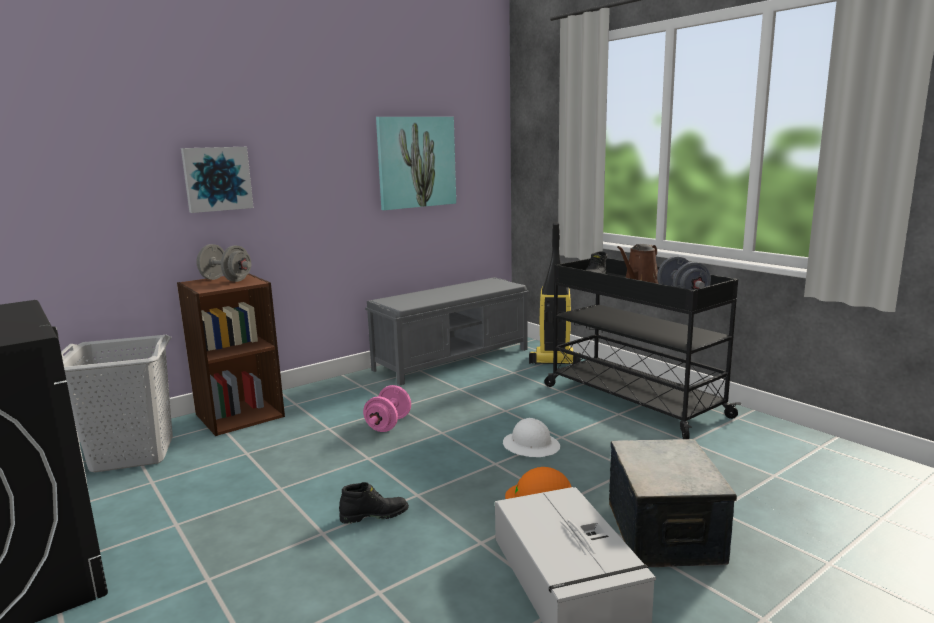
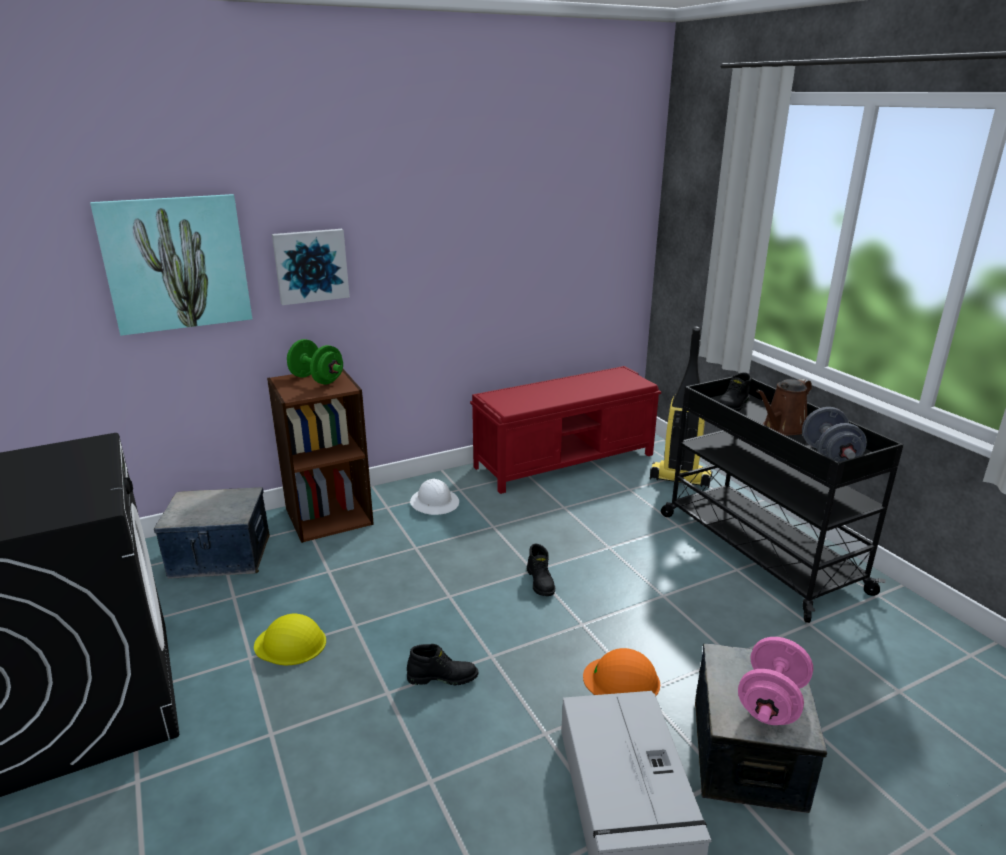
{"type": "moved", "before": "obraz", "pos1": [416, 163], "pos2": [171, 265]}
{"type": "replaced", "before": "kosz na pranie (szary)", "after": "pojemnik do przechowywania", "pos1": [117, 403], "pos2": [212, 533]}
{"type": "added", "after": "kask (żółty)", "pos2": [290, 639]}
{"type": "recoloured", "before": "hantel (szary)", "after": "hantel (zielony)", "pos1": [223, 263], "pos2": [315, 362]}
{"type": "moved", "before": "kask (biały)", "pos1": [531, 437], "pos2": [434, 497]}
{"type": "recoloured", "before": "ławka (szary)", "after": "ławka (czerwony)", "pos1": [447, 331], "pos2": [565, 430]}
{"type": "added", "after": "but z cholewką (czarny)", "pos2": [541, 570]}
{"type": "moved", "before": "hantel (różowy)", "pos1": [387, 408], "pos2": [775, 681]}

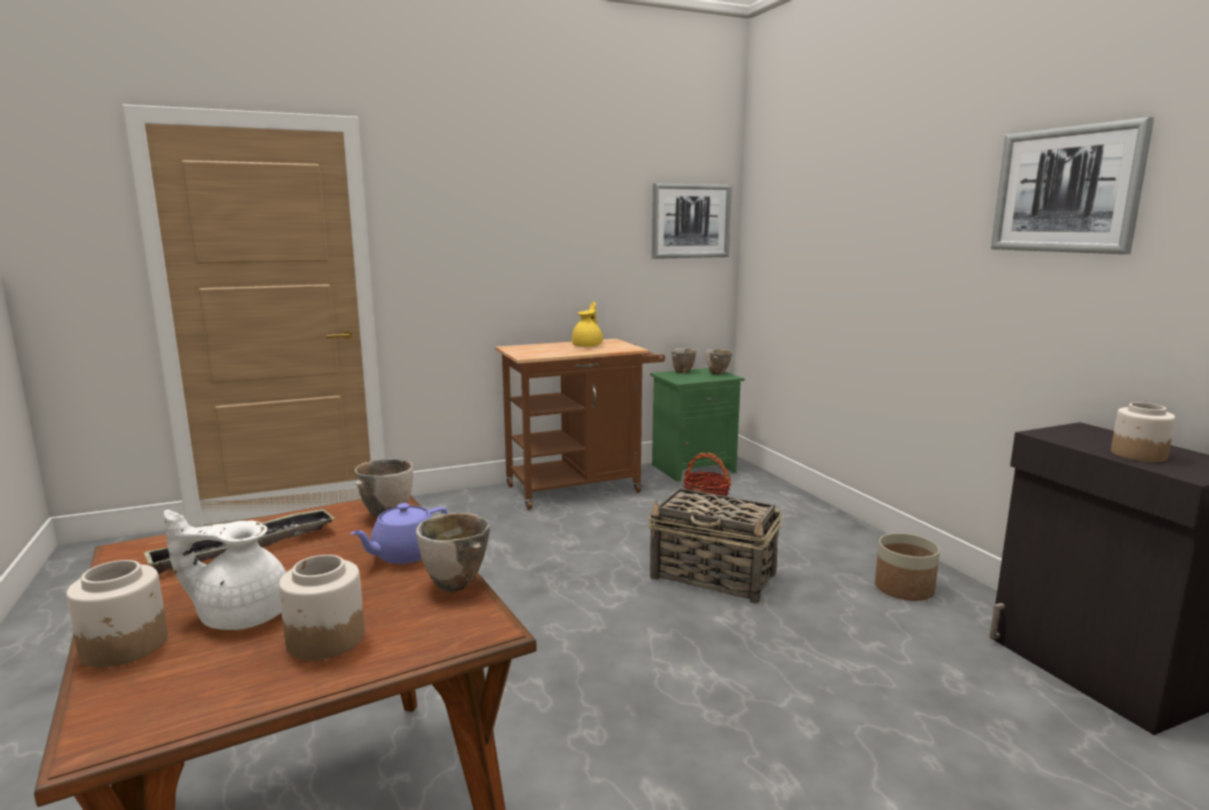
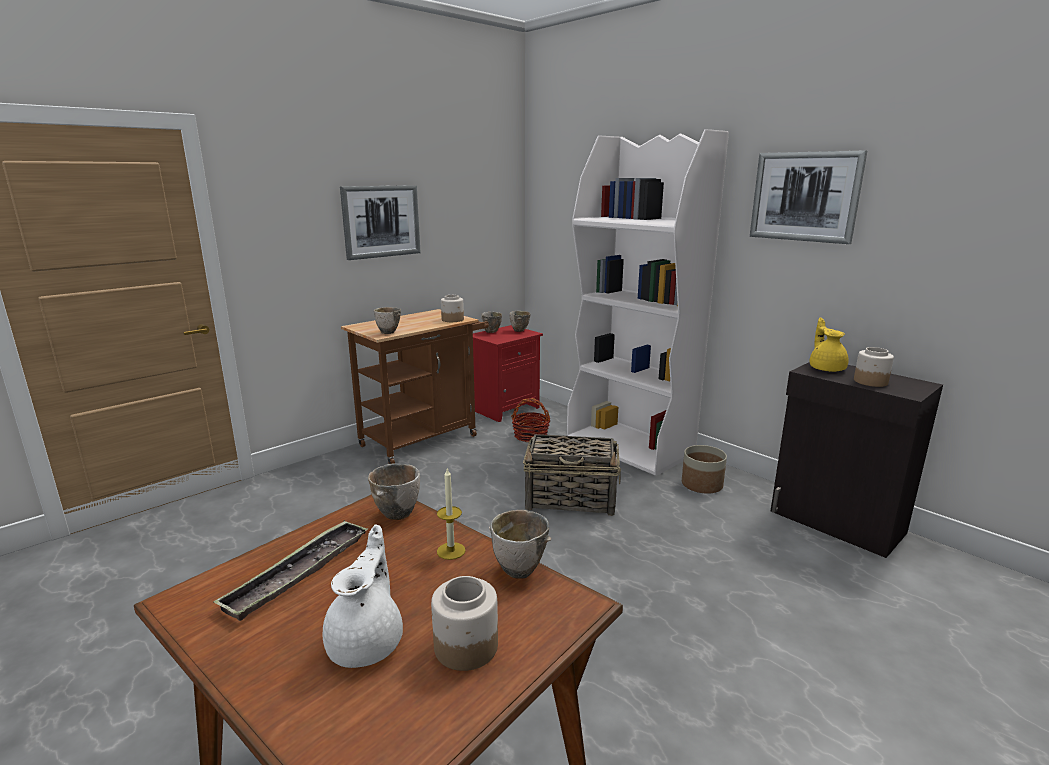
{"type": "turned", "before": "imbryk (biały)", "pos1": [225, 570], "pos2": [363, 596], "turn": 120}
{"type": "moved", "before": "obraz", "pos1": [692, 221], "pos2": [380, 222]}
{"type": "added", "after": "miska", "pos2": [387, 320]}
{"type": "replaced", "before": "imbryk (fioletowy)", "after": "świeca", "pos1": [398, 533], "pos2": [451, 513]}
{"type": "moved", "before": "słoik", "pos1": [117, 614], "pos2": [452, 308]}
{"type": "recoloured", "before": "szafka nocna (zielony)", "after": "szafka nocna (czerwony)", "pos1": [697, 425], "pos2": [508, 373]}
{"type": "added", "after": "regał (biały)", "pos2": [648, 302]}
{"type": "moved", "before": "imbryk (żółty)", "pos1": [587, 324], "pos2": [829, 345]}

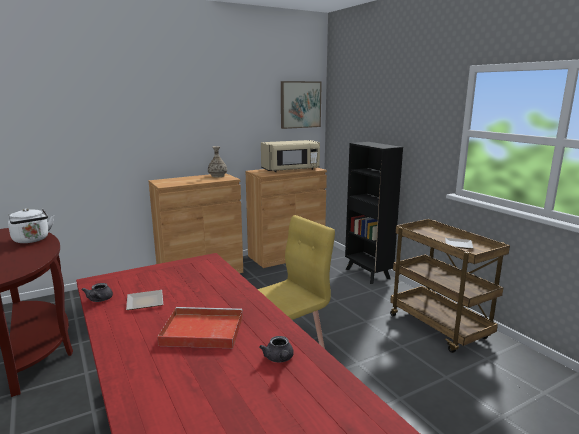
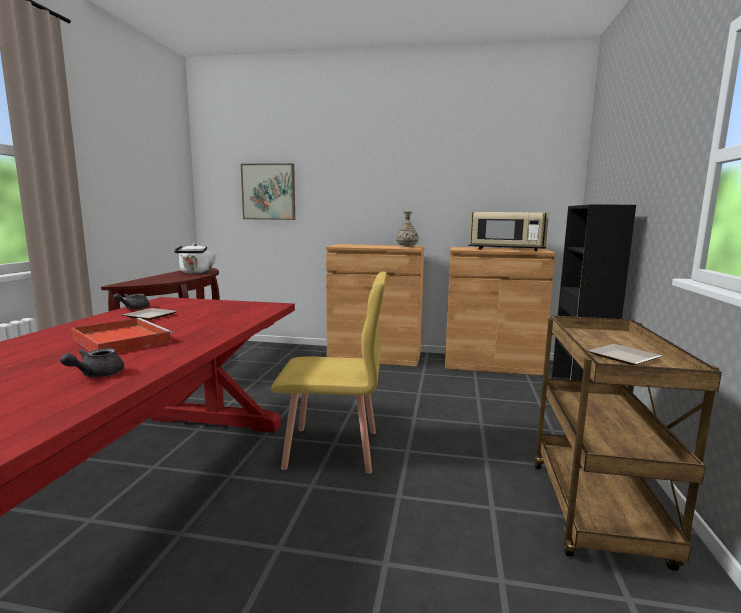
{"type": "moved", "before": "obraz", "pos1": [301, 105], "pos2": [268, 191]}

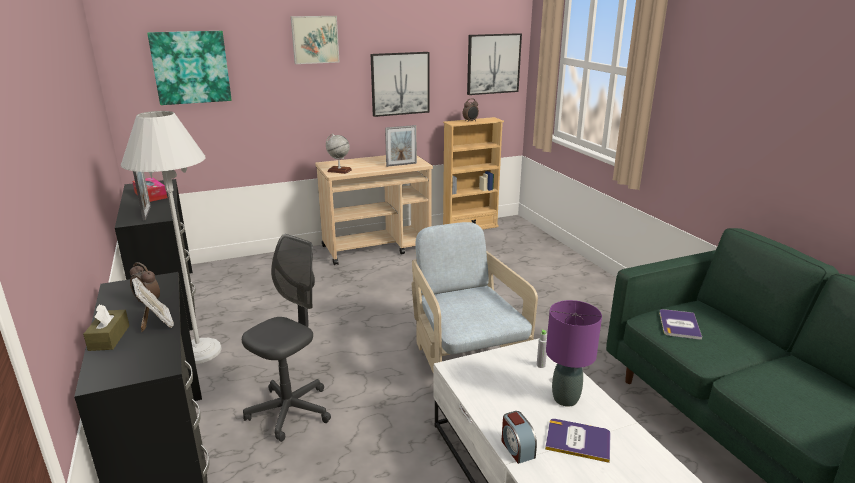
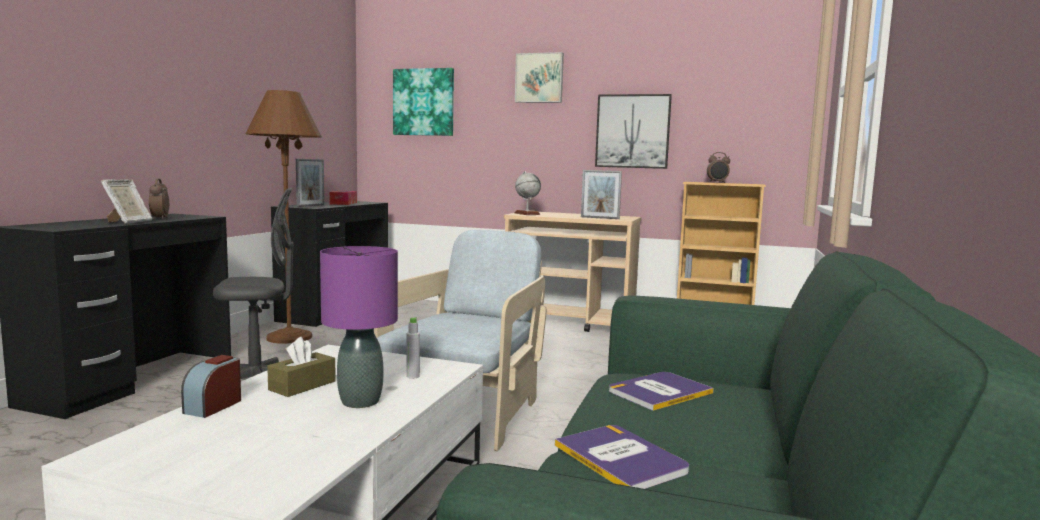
{"type": "recoloured", "before": "lampa stojąca (biały)", "after": "lampa stojąca (brązowy)", "pos1": [171, 237], "pos2": [284, 217]}
{"type": "moved", "before": "pudełko chusteczek (brązowy)", "pos1": [106, 327], "pos2": [301, 367]}
{"type": "moved", "before": "książka", "pos1": [578, 441], "pos2": [622, 457]}
{"type": "removed", "before": "obraz", "pos1": [494, 64]}

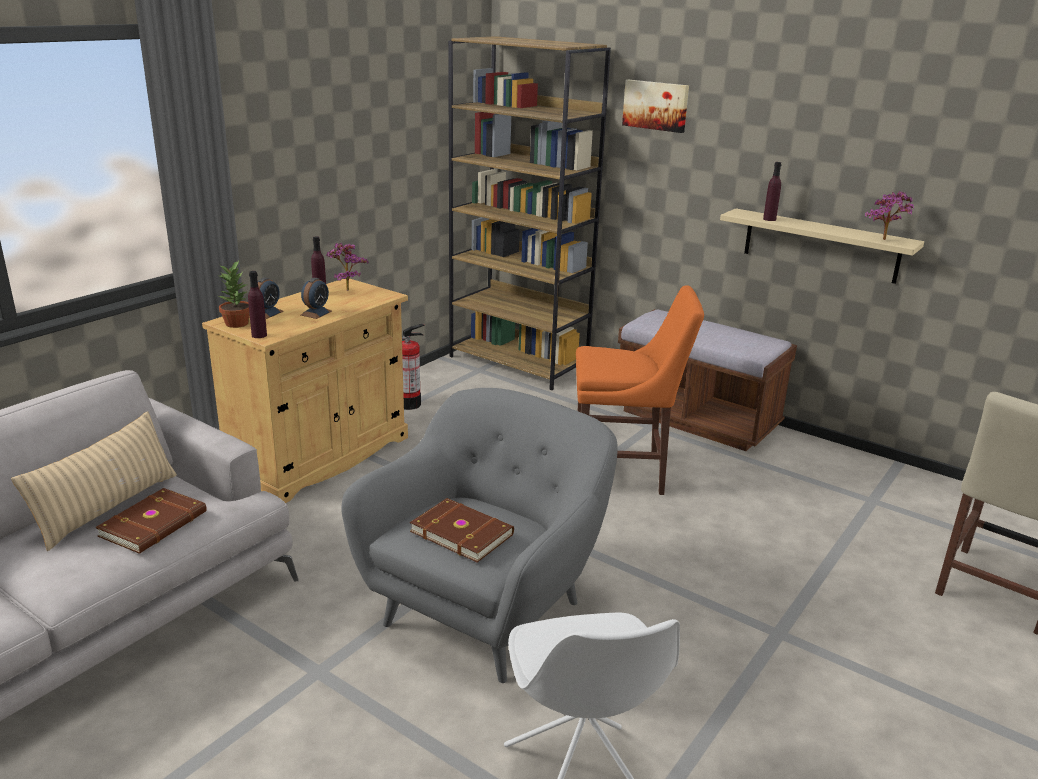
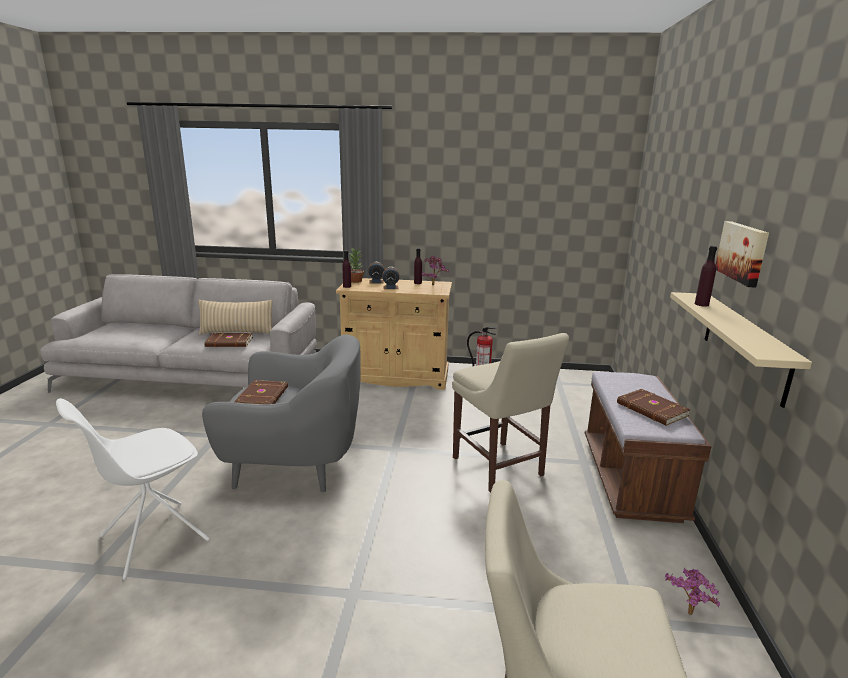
{"type": "recoloured", "before": "krzesło (pomarańczowy)", "after": "krzesło (beżowy)", "pos1": [640, 390], "pos2": [510, 413]}
{"type": "added", "after": "książka (brązowy)", "pos2": [654, 407]}
{"type": "moved", "before": "roślina doniczkowa", "pos1": [889, 215], "pos2": [692, 591]}
{"type": "moved", "before": "obraz", "pos1": [655, 106], "pos2": [742, 254]}
{"type": "removed", "before": "regał (brązowy)", "pos1": [529, 213]}

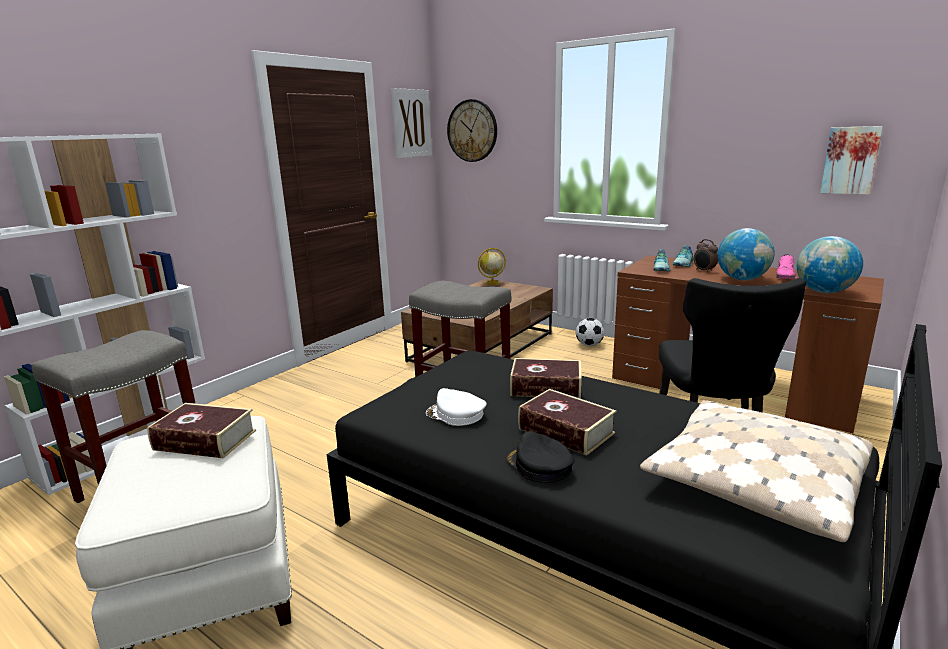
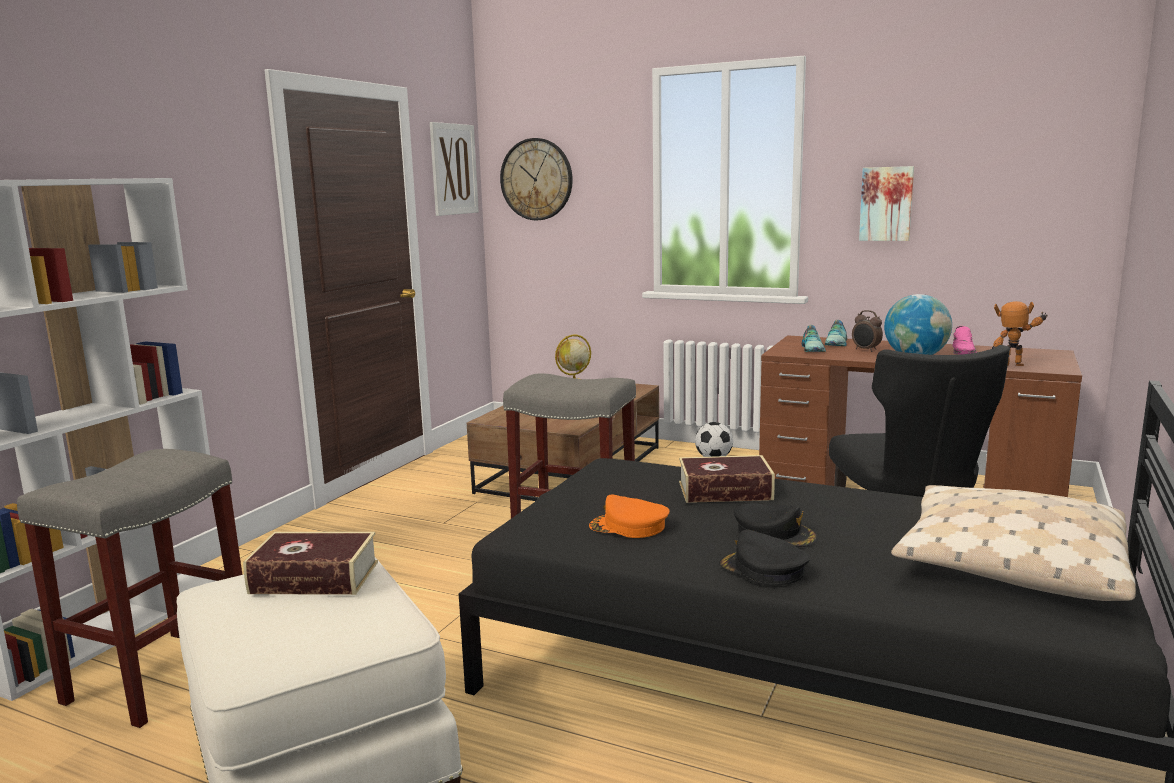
{"type": "recoloured", "before": "czapka z daszkiem (biały)", "after": "czapka z daszkiem (pomarańczowy)", "pos1": [456, 407], "pos2": [629, 516]}
{"type": "replaced", "before": "książka", "after": "czapka z daszkiem (czarny)", "pos1": [567, 422], "pos2": [776, 525]}
{"type": "moved", "before": "obraz", "pos1": [851, 160], "pos2": [886, 203]}
{"type": "replaced", "before": "globus", "after": "robot zabawkowy", "pos1": [830, 264], "pos2": [1020, 333]}

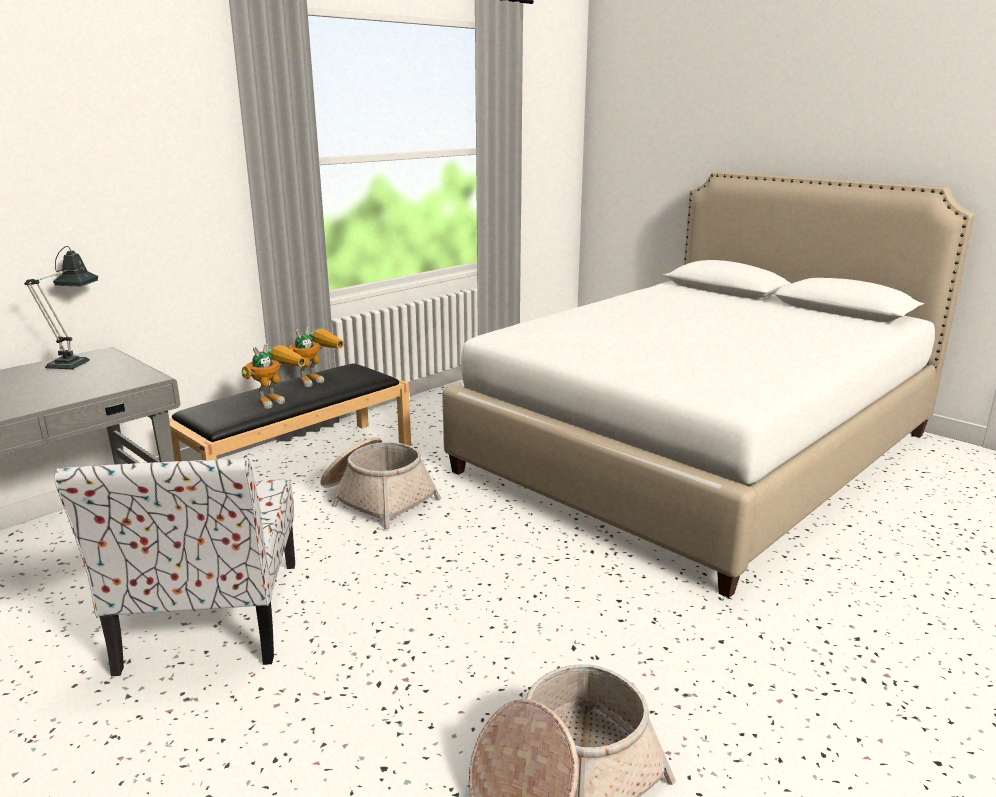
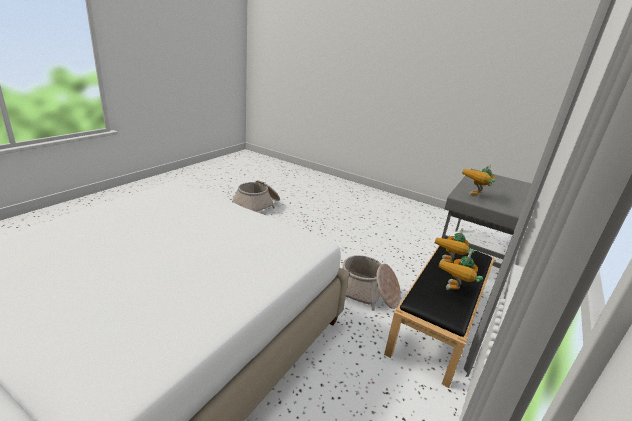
{"type": "added", "after": "robot zabawkowy", "pos2": [478, 179]}
{"type": "removed", "before": "lampa stołowa", "pos1": [61, 308]}
{"type": "removed", "before": "krzesło", "pos1": [175, 567]}

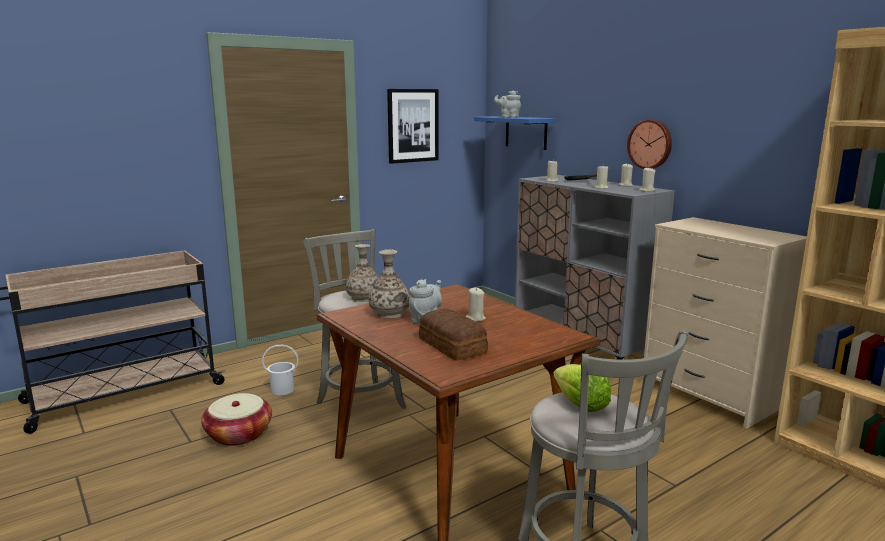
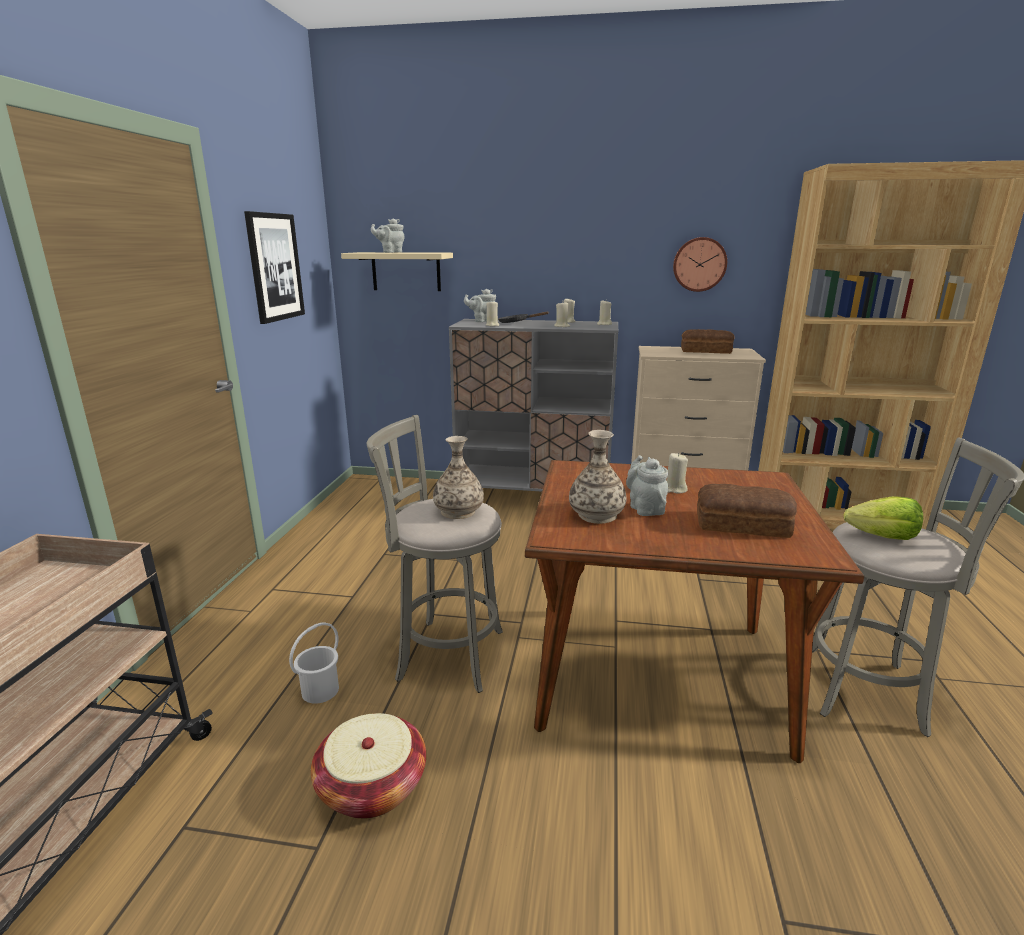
{"type": "recoloured", "before": "półka (niebieski)", "after": "półka (beżowy)", "pos1": [515, 133], "pos2": [397, 271]}
{"type": "added", "after": "imbryk (szary)", "pos2": [480, 305]}
{"type": "moved", "before": "zegar ścienny", "pos1": [649, 144], "pos2": [700, 264]}
{"type": "added", "after": "chleb", "pos2": [707, 341]}

